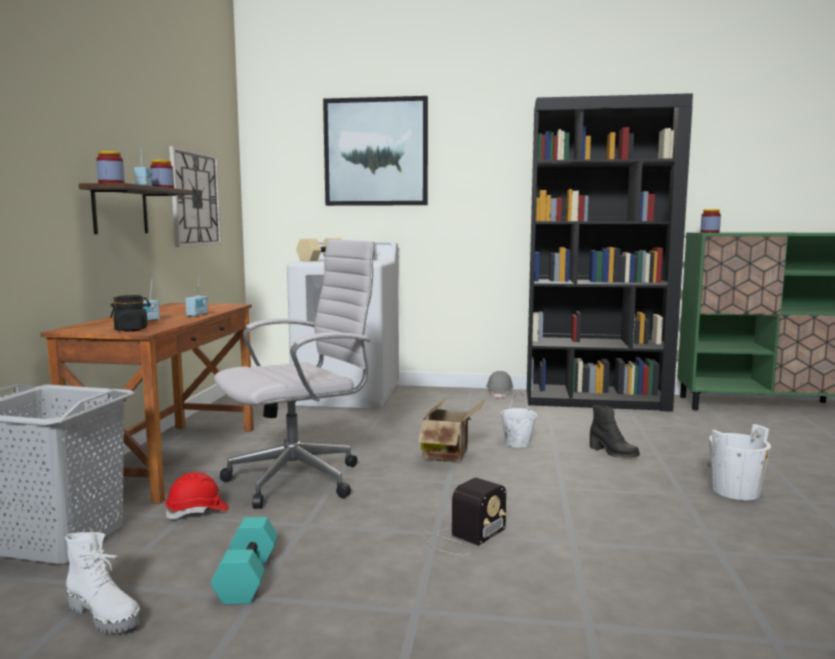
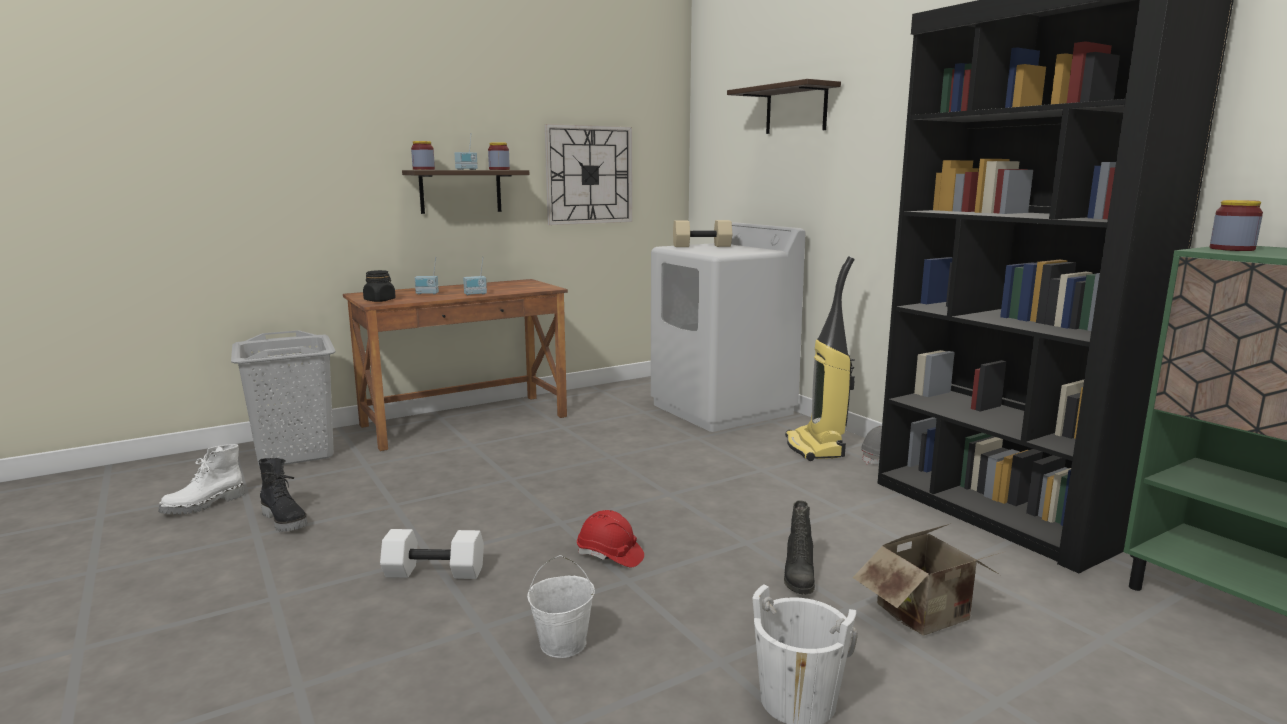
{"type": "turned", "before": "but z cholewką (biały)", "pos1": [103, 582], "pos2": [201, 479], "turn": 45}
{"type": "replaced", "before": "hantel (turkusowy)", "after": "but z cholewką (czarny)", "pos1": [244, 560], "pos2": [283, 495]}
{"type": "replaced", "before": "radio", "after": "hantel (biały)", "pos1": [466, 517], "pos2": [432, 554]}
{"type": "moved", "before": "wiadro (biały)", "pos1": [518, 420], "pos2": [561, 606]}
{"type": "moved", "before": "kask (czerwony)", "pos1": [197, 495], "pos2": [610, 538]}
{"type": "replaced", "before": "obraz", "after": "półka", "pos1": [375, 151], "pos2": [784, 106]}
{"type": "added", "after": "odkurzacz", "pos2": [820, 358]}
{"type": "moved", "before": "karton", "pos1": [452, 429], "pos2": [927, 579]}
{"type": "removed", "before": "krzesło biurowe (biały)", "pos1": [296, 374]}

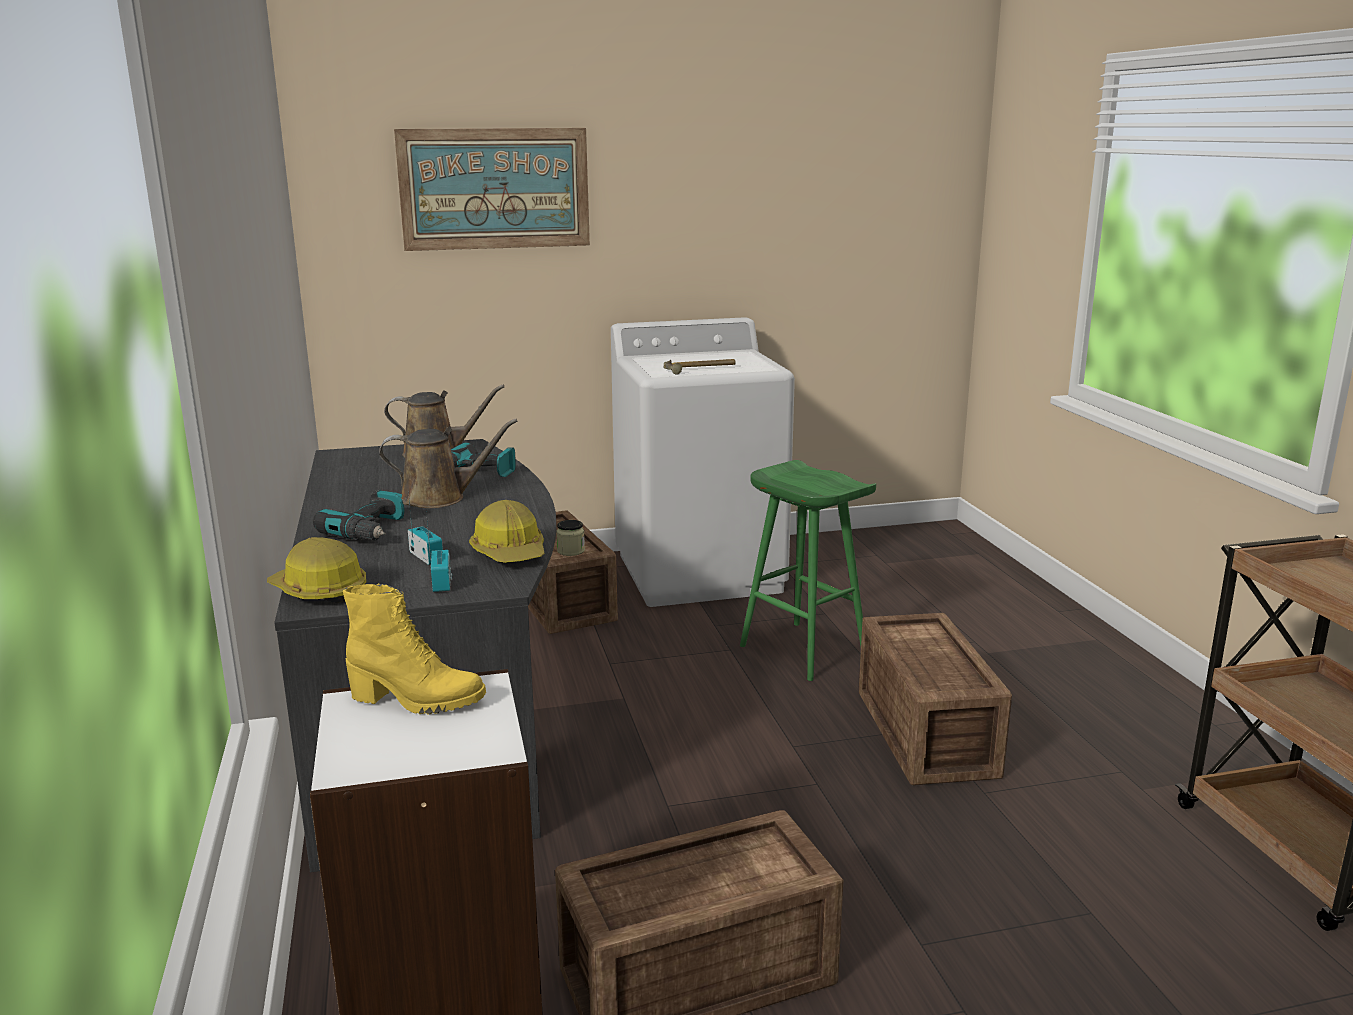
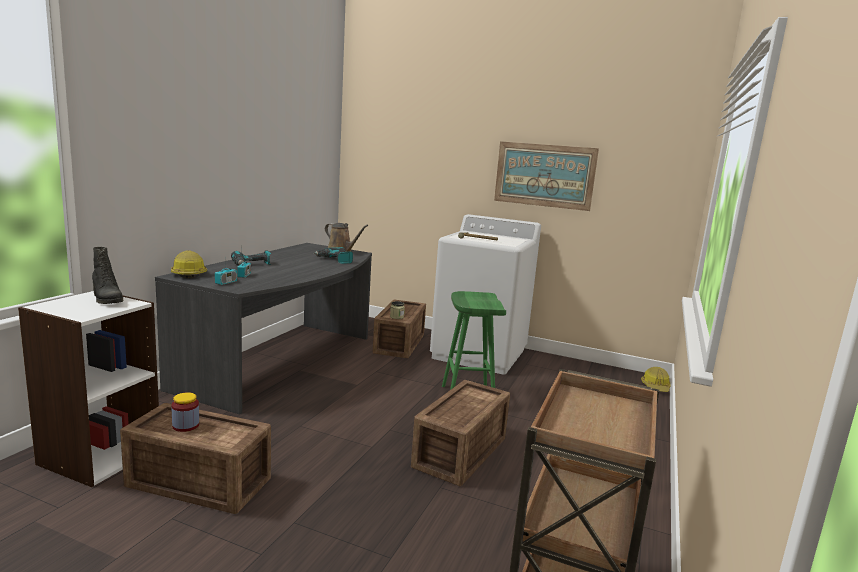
{"type": "recoloured", "before": "but z cholewką (żółty)", "after": "but z cholewką (czarny)", "pos1": [414, 649], "pos2": [107, 275]}
{"type": "added", "after": "słoik", "pos2": [185, 412]}
{"type": "moved", "before": "obraz", "pos1": [492, 189], "pos2": [546, 176]}
{"type": "moved", "before": "kask", "pos1": [507, 531], "pos2": [656, 379]}
{"type": "removed", "before": "konewka (brązowy)", "pos1": [448, 463]}

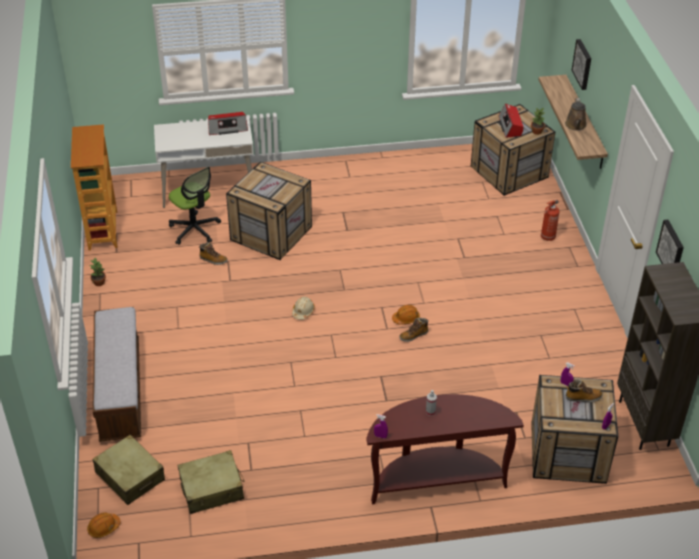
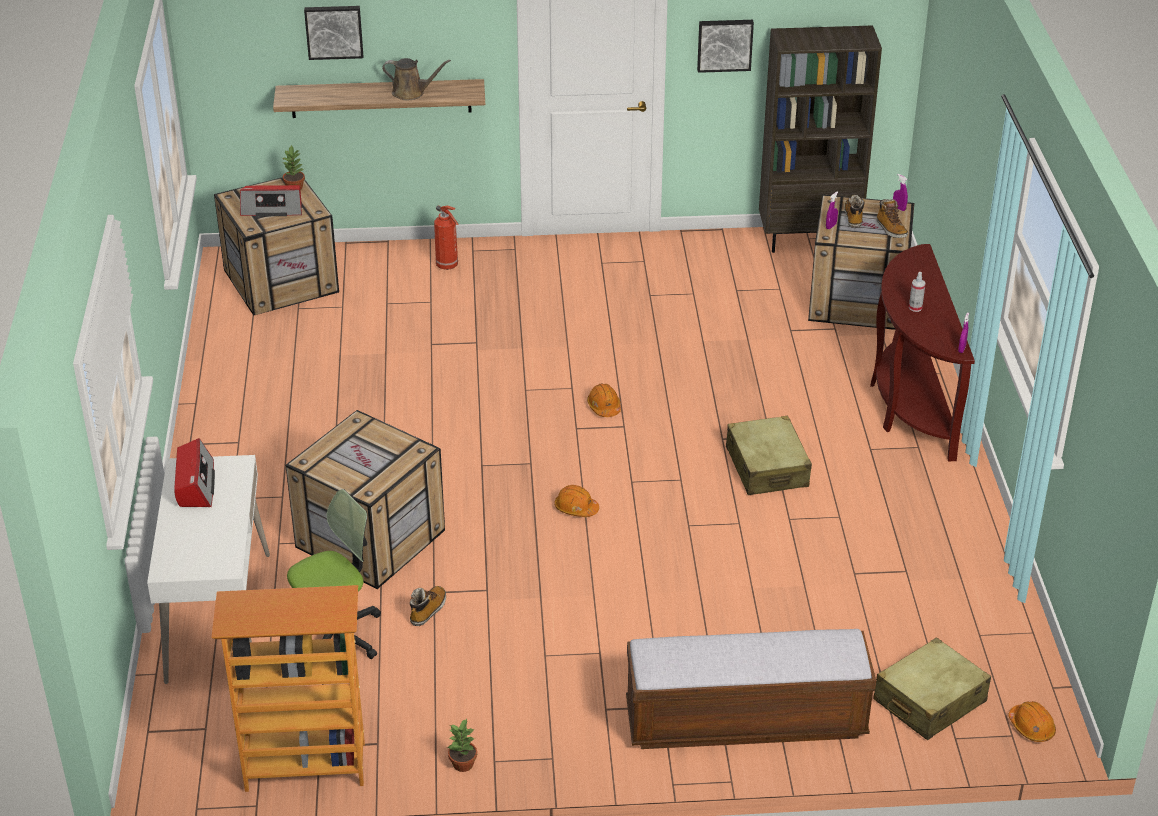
{"type": "recoloured", "before": "kask (beżowy)", "after": "kask (pomarańczowy)", "pos1": [303, 308], "pos2": [576, 501]}
{"type": "moved", "before": "walizka (beżowy)", "pos1": [211, 482], "pos2": [769, 455]}
{"type": "moved", "before": "but z cholewką", "pos1": [413, 330], "pos2": [892, 218]}

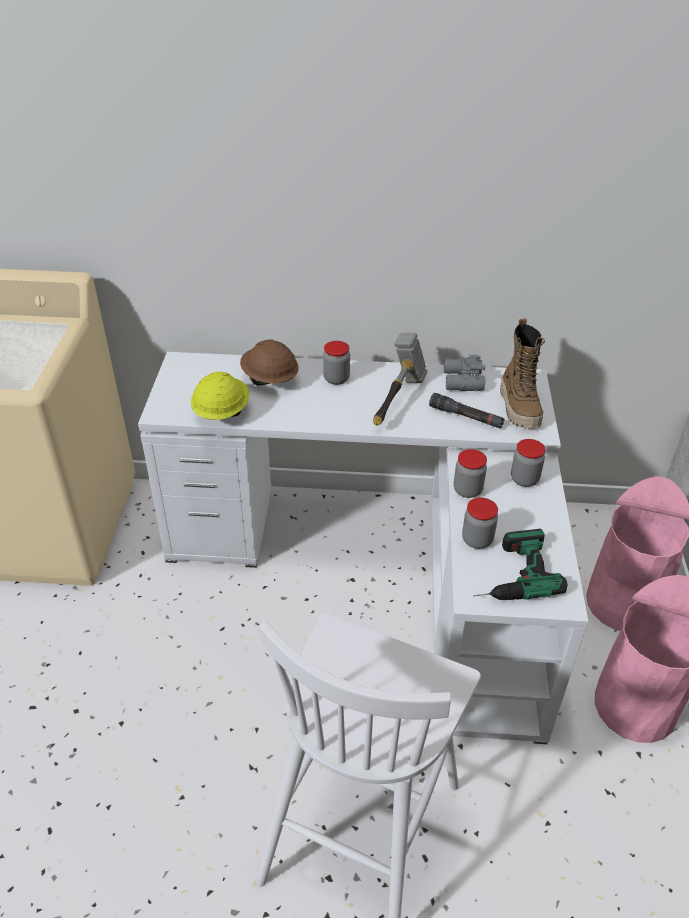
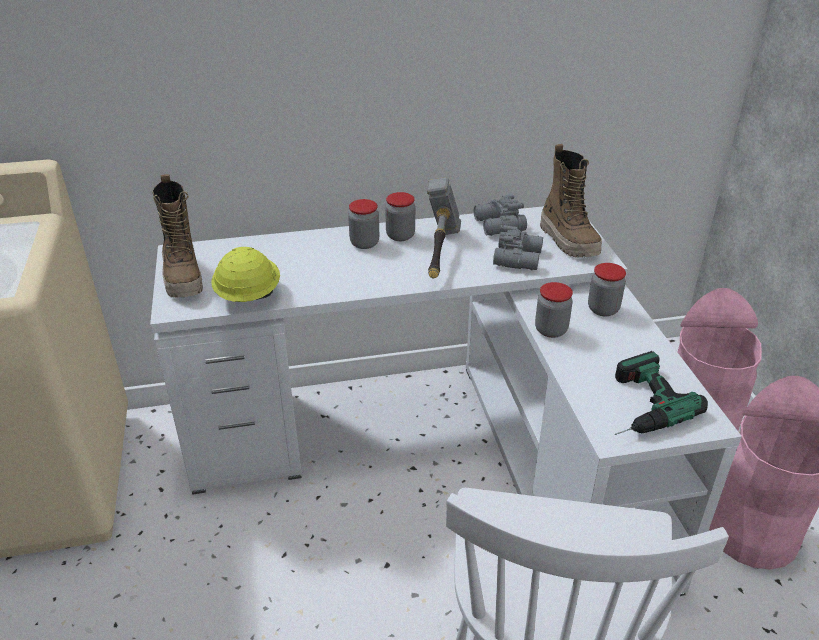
{"type": "added", "after": "but z cholewką", "pos2": [177, 236]}
{"type": "moved", "before": "słoik", "pos1": [480, 523], "pos2": [400, 216]}
{"type": "replaced", "before": "latarka (czarny)", "after": "lornetka (szary)", "pos1": [467, 411], "pos2": [518, 247]}
{"type": "removed", "before": "kask (brązowy)", "pos1": [269, 362]}

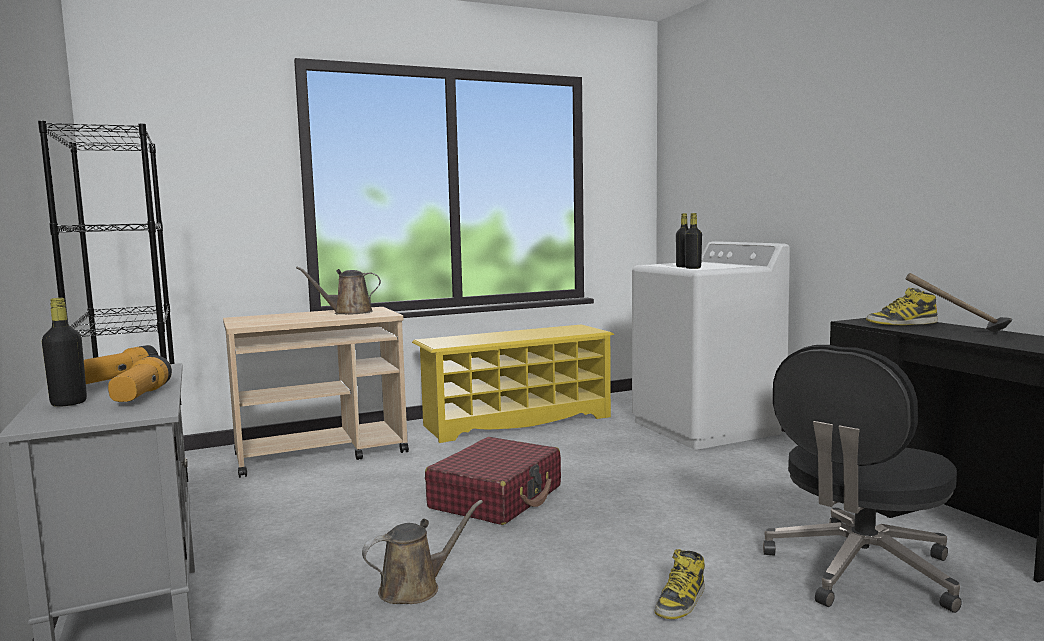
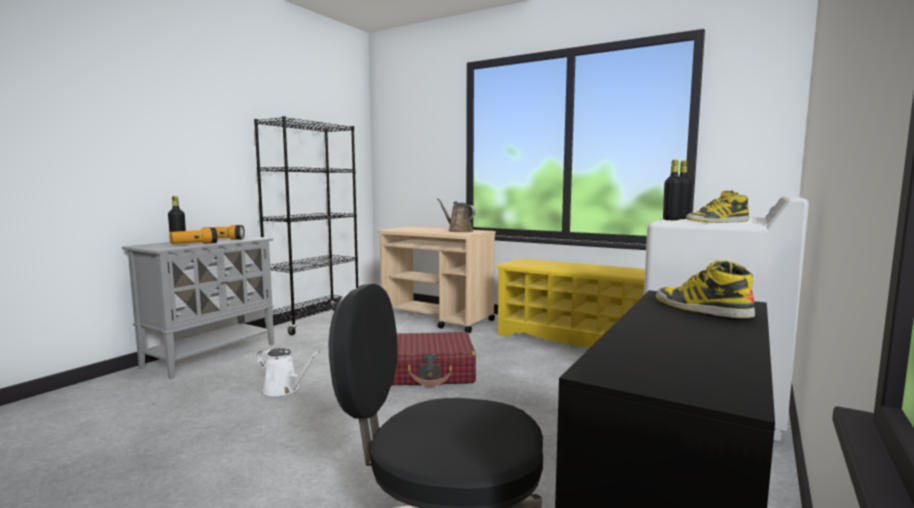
{"type": "recoloured", "before": "konewka (brązowy)", "after": "konewka (biały)", "pos1": [422, 552], "pos2": [288, 372]}
{"type": "moved", "before": "but z cholewką", "pos1": [680, 584], "pos2": [717, 207]}
{"type": "removed", "before": "młotek", "pos1": [958, 302]}

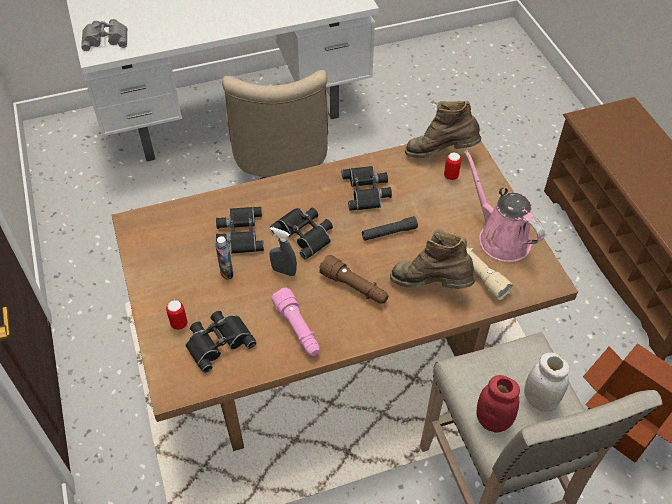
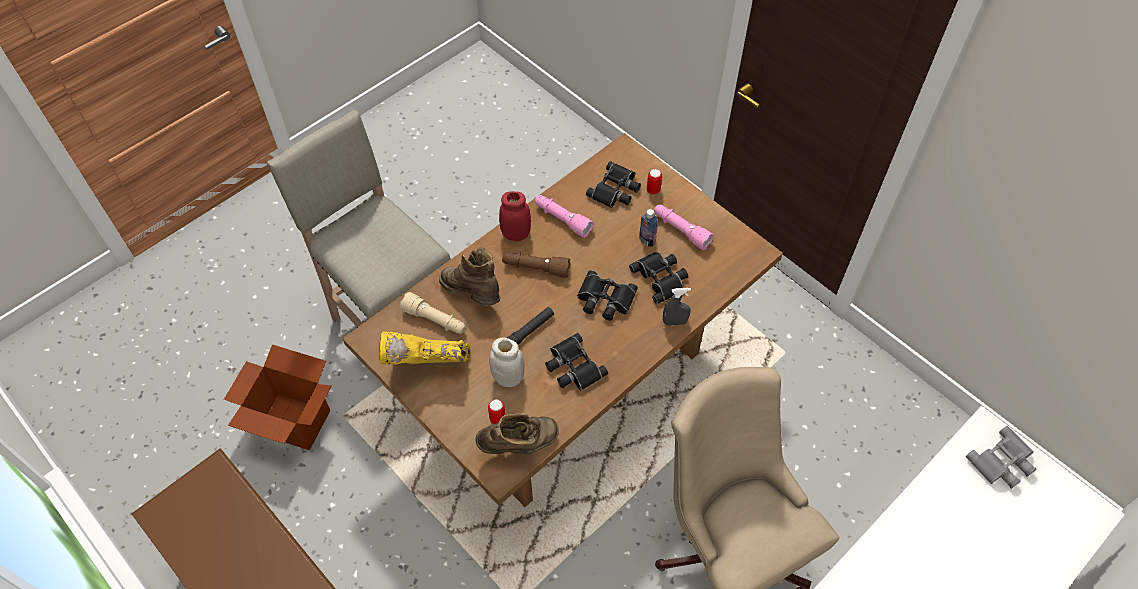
{"type": "replaced", "before": "konewka (różowy)", "after": "but z cholewką (żółty)", "pos1": [504, 206], "pos2": [424, 348]}
{"type": "turned", "before": "but z cholewką (brązowy)", "pos1": [432, 259], "pos2": [469, 276], "turn": -135}
{"type": "moved", "before": "słoik (biały)", "pos1": [547, 382], "pos2": [507, 362]}
{"type": "moved", "before": "słoik (czerwony)", "pos1": [498, 404], "pos2": [515, 216]}
{"type": "added", "after": "latarka (różowy)", "pos2": [684, 227]}
{"type": "moved", "before": "spryskiwacz (szary)", "pos1": [283, 251], "pos2": [677, 306]}

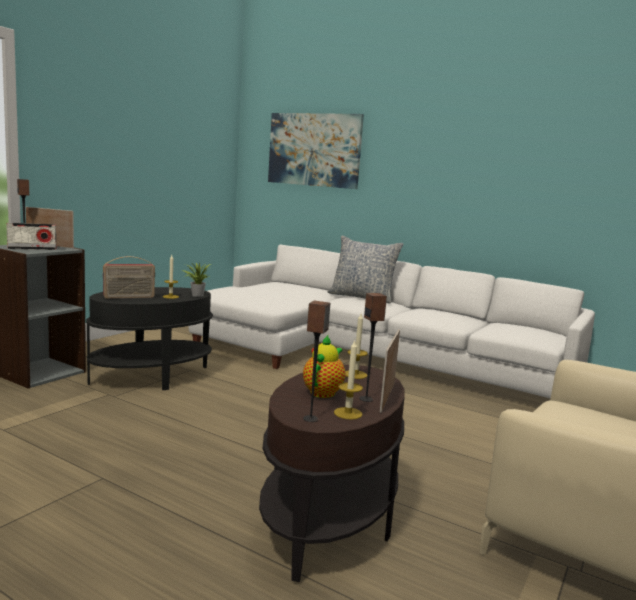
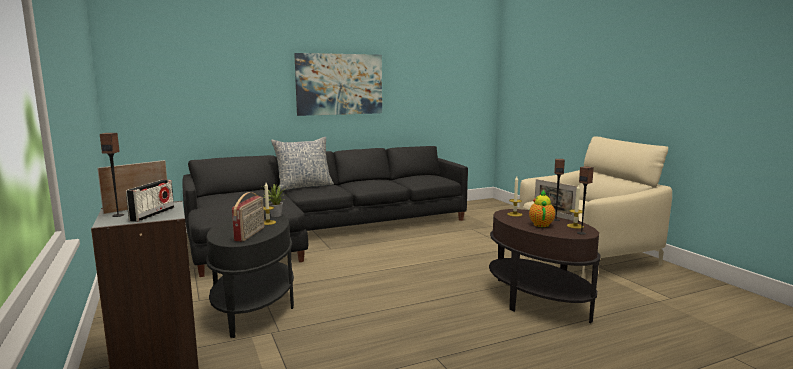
{"type": "recoloured", "before": "kanapa (biały)", "after": "kanapa (czarny)", "pos1": [391, 321], "pos2": [325, 211]}
{"type": "moved", "before": "obraz", "pos1": [316, 151], "pos2": [338, 84]}
{"type": "turned", "before": "imbryk", "pos1": [324, 366], "pos2": [542, 208], "turn": 45}

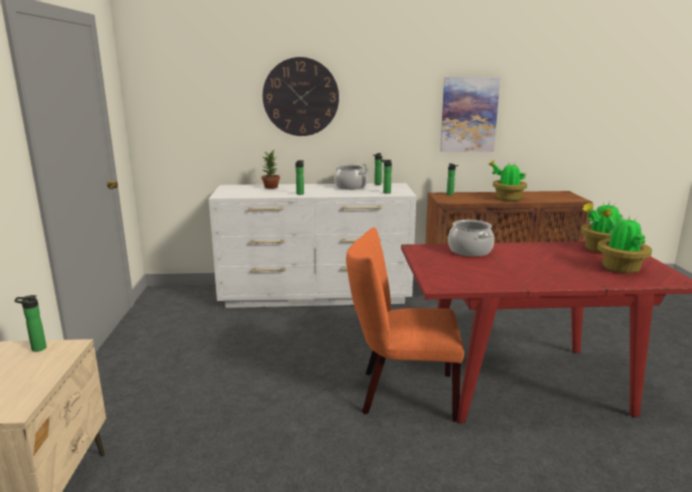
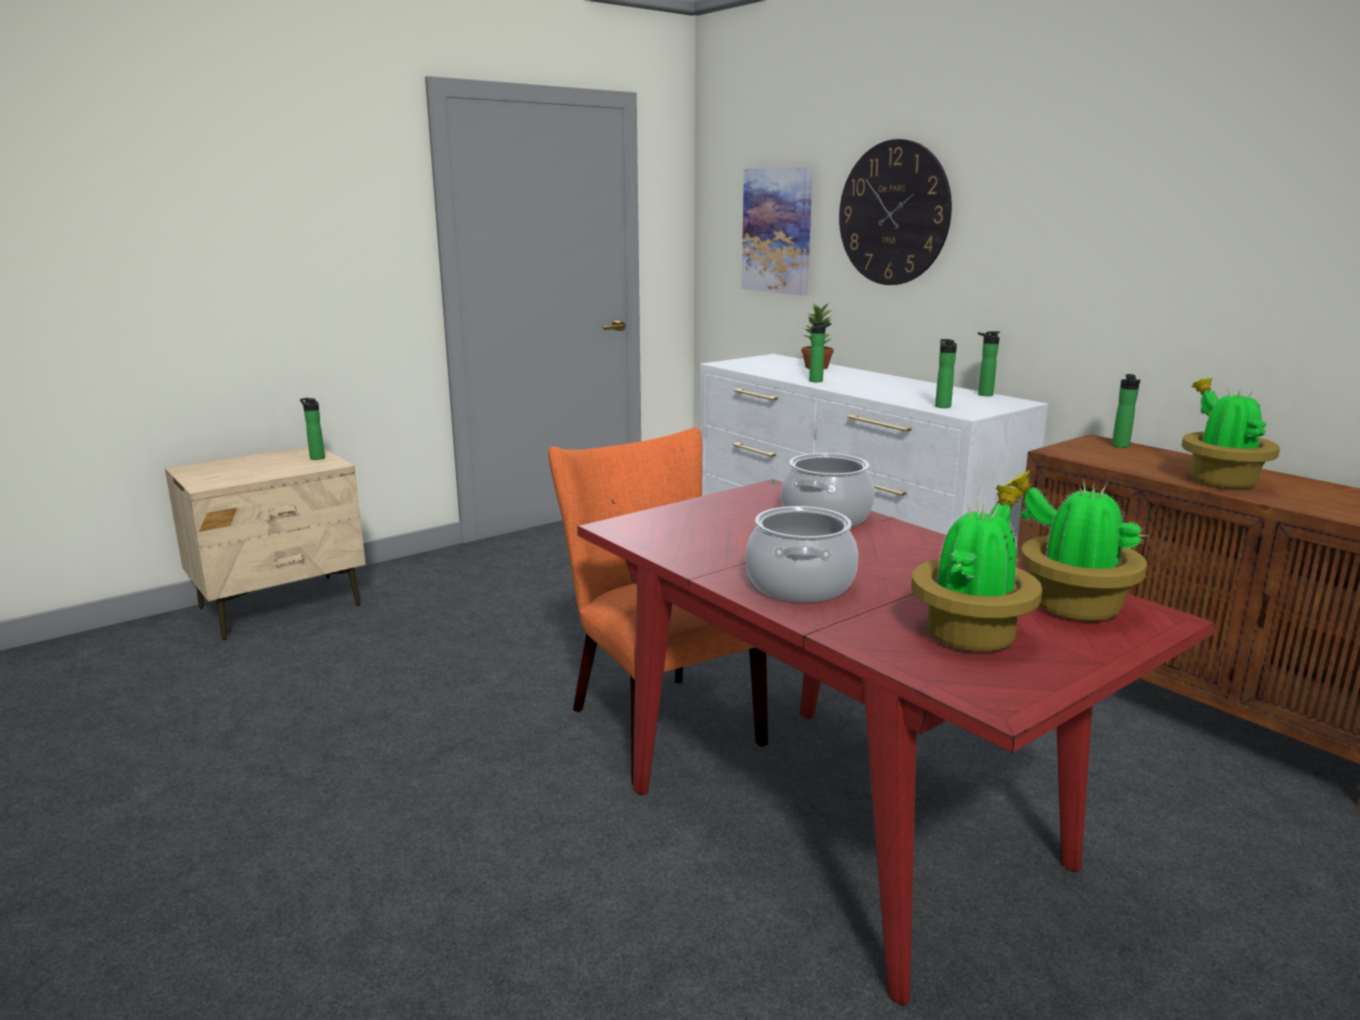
{"type": "moved", "before": "obraz", "pos1": [470, 114], "pos2": [777, 231]}
{"type": "moved", "before": "garnek", "pos1": [350, 177], "pos2": [802, 554]}

